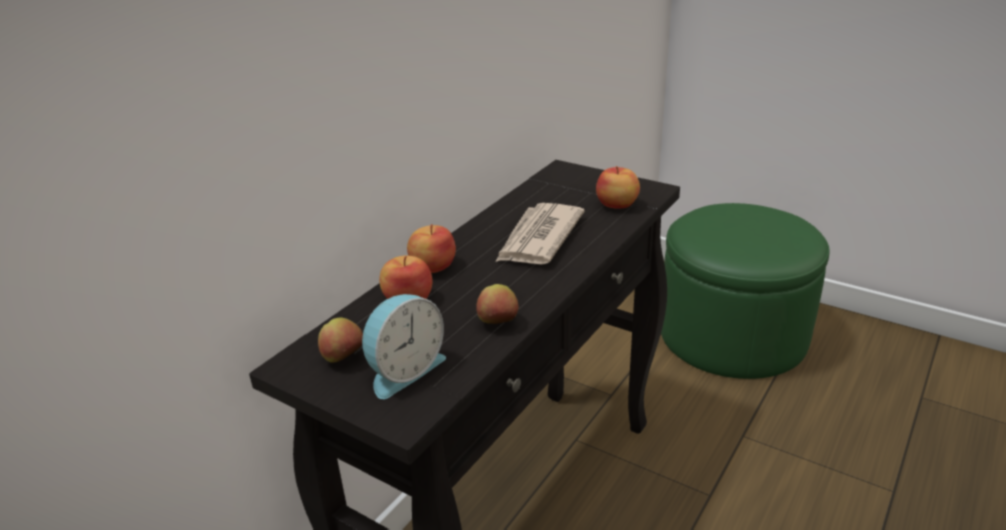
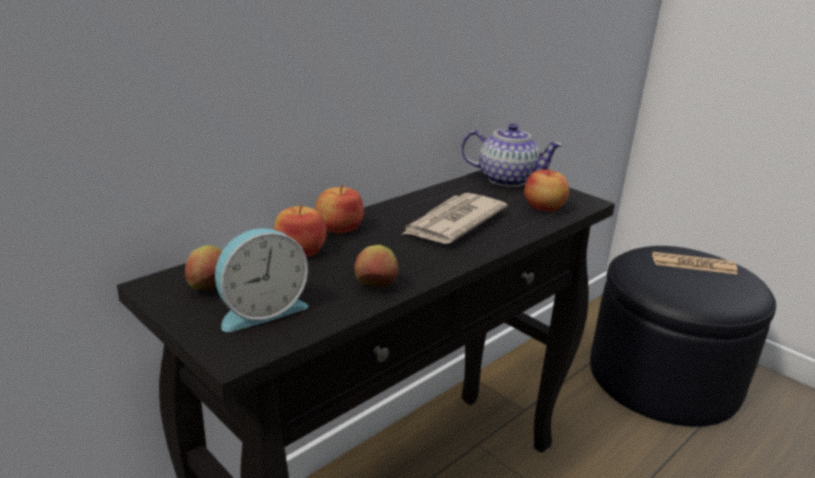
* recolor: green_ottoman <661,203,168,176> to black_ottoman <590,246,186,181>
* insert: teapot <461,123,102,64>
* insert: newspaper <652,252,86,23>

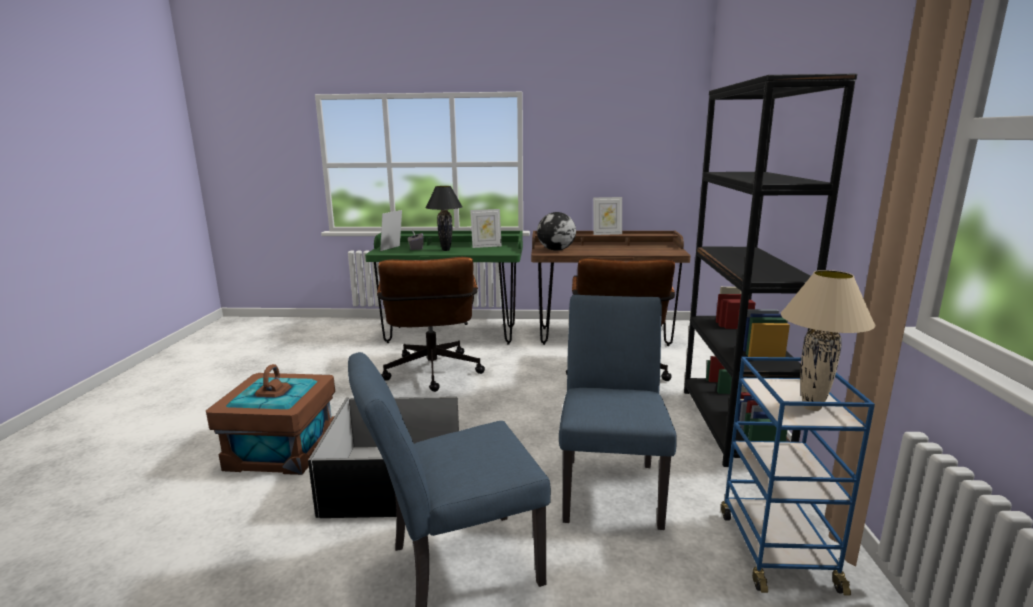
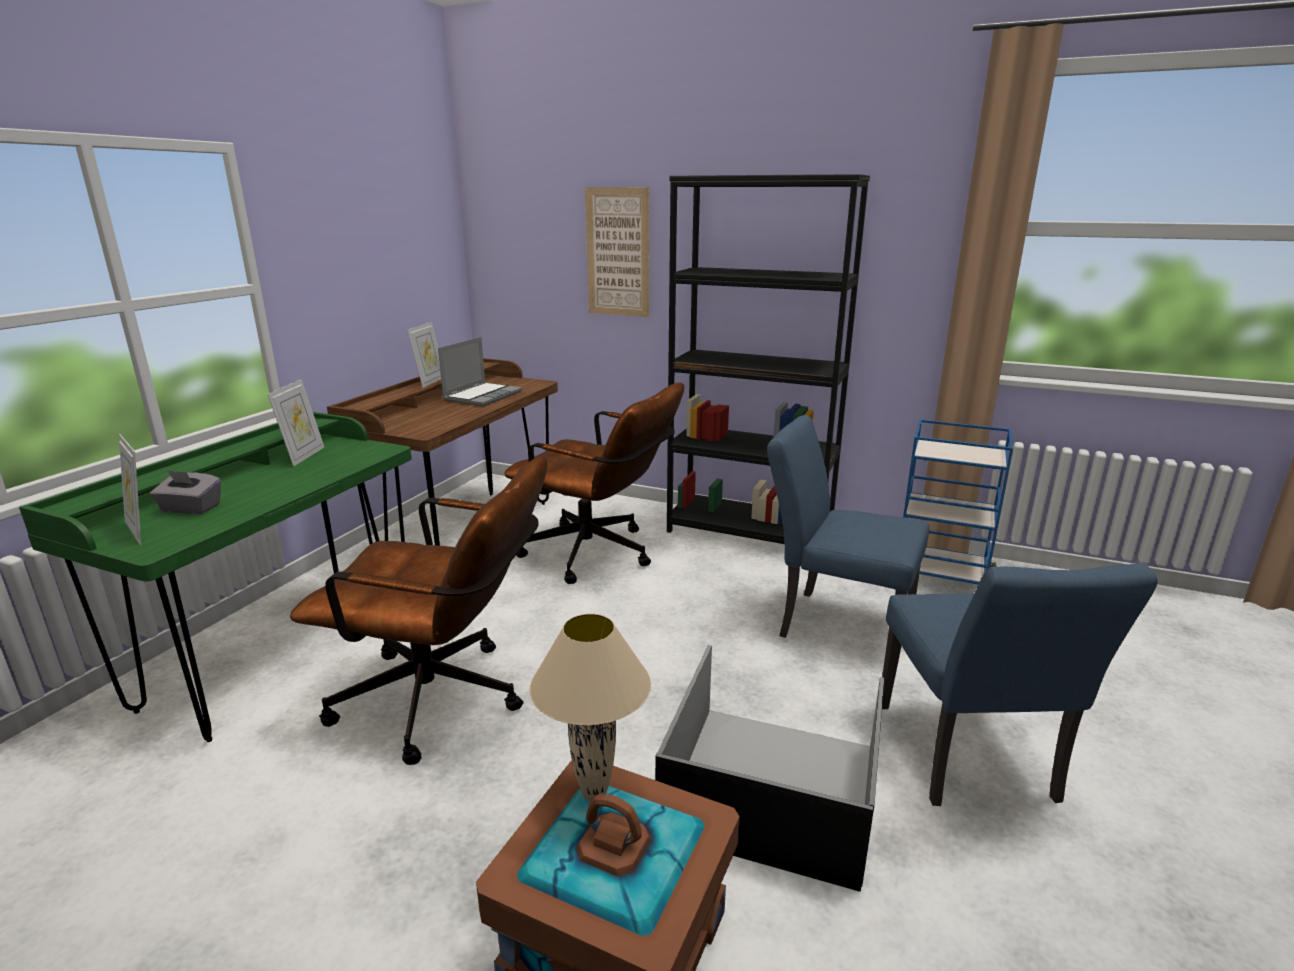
* delete: black_table_lamp <425,186,38,65>
* delete: globe <537,212,39,39>
* move: beige_table_lamp <781,270,94,141> to <530,613,121,189>
* insert: laptop <438,337,84,70>
* insert: picture <585,187,64,130>

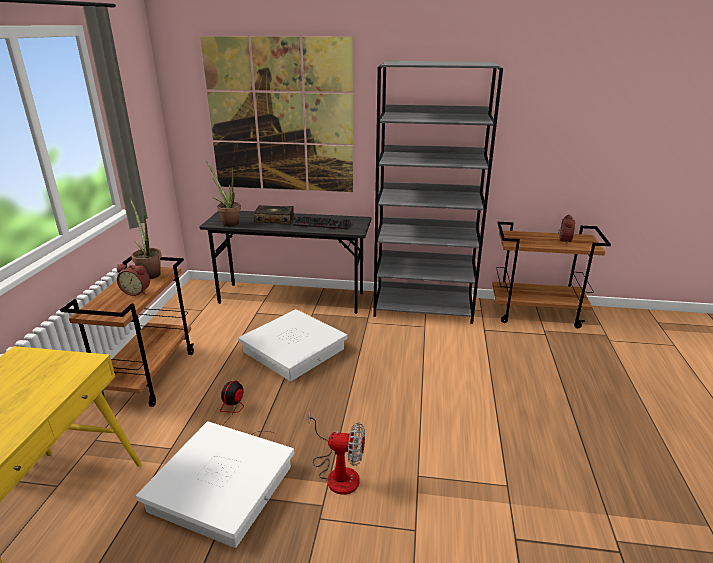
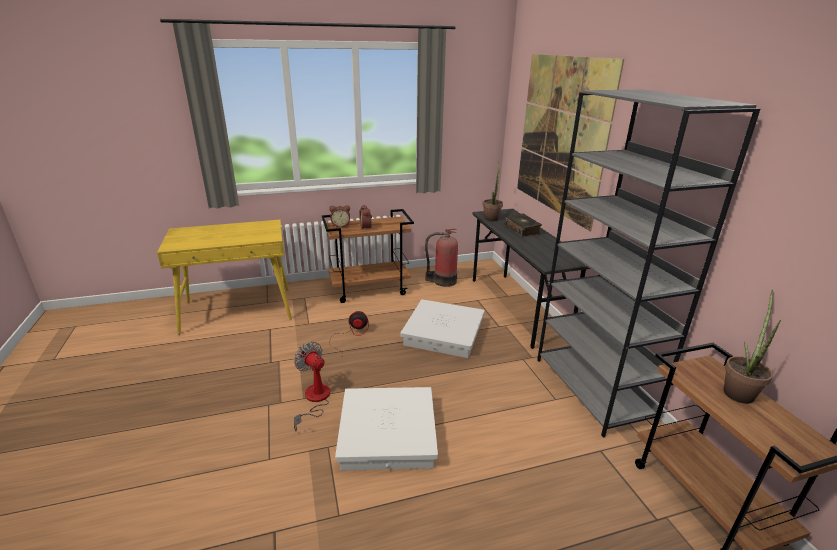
* move: potted_plant <130,198,32,81> to <724,289,57,115>
* move: white_storage_box <136,421,158,127> to <335,387,103,84>
* delete: keyboard <293,216,58,13>
* rotate: fan <308,412,57,83> = <294,342,36,89> 150 degrees clockwise
* move: alarm_clock <558,215,17,29> to <329,205,21,22>
* insert: fire_extinguisher <425,229,33,58>

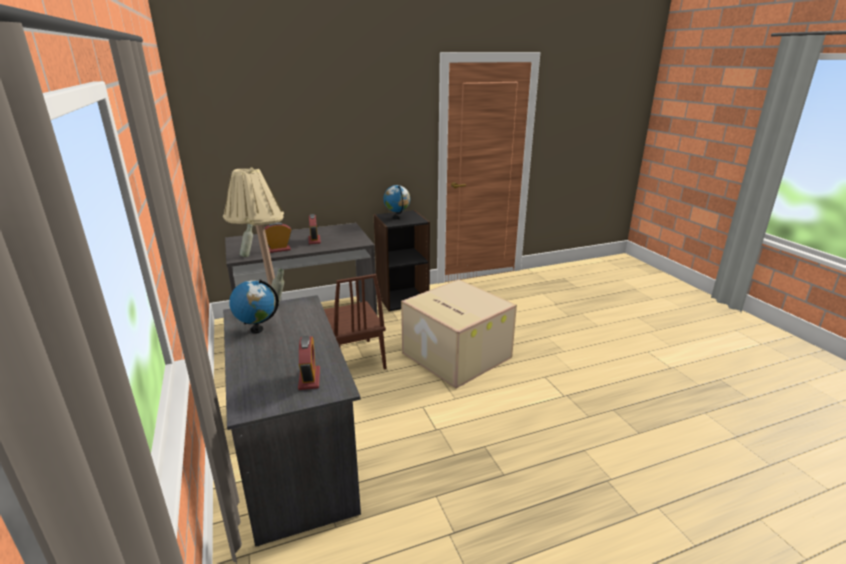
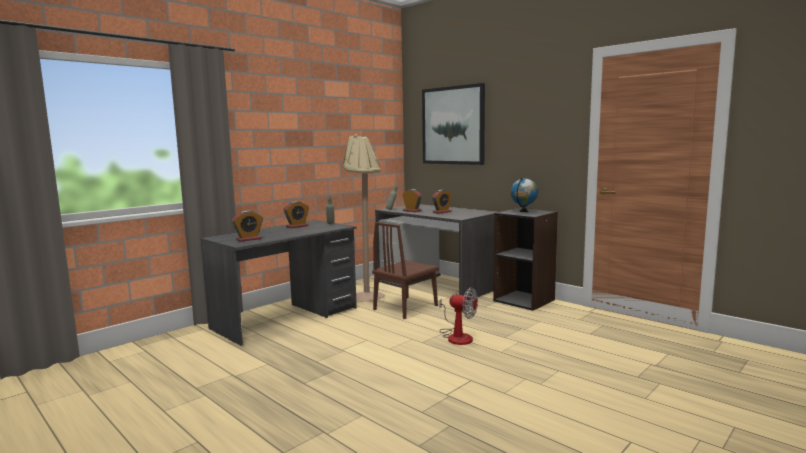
* replace: globe <229,279,50,55> to alarm_clock <283,201,26,27>
* replace: cardboard_box <401,279,116,110> to fan <440,287,38,58>
* insert: picture <422,83,63,82>

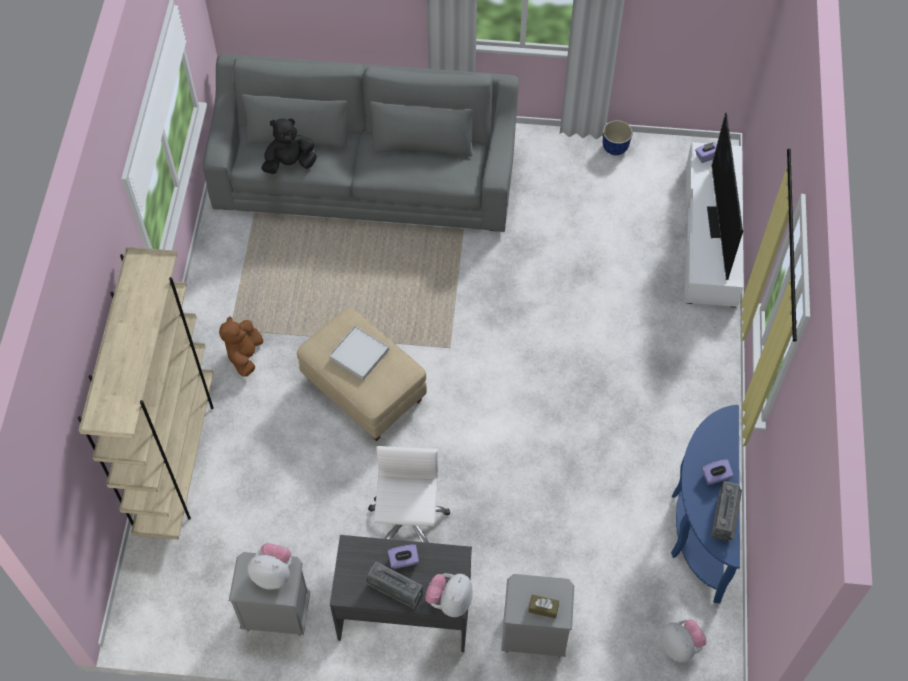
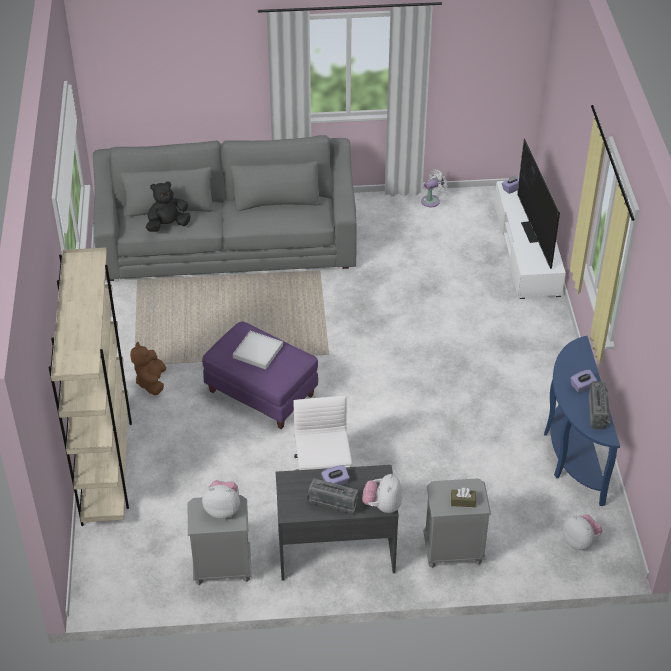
* recolor: beige_ottoman <297,307,130,134> to purple_ottoman <202,321,116,108>
* replace: planter <603,120,30,35> to white_fan <421,169,26,38>

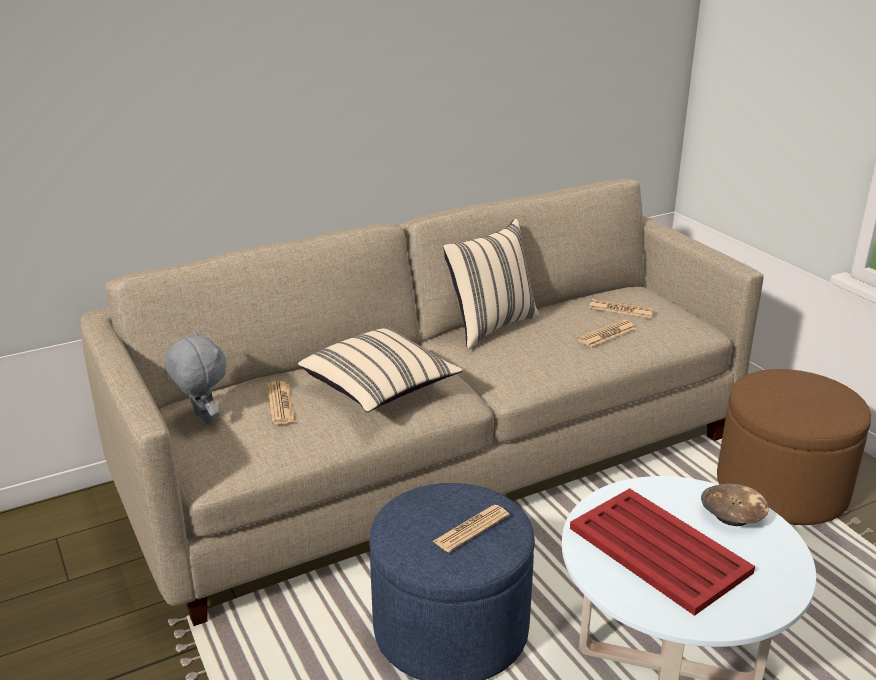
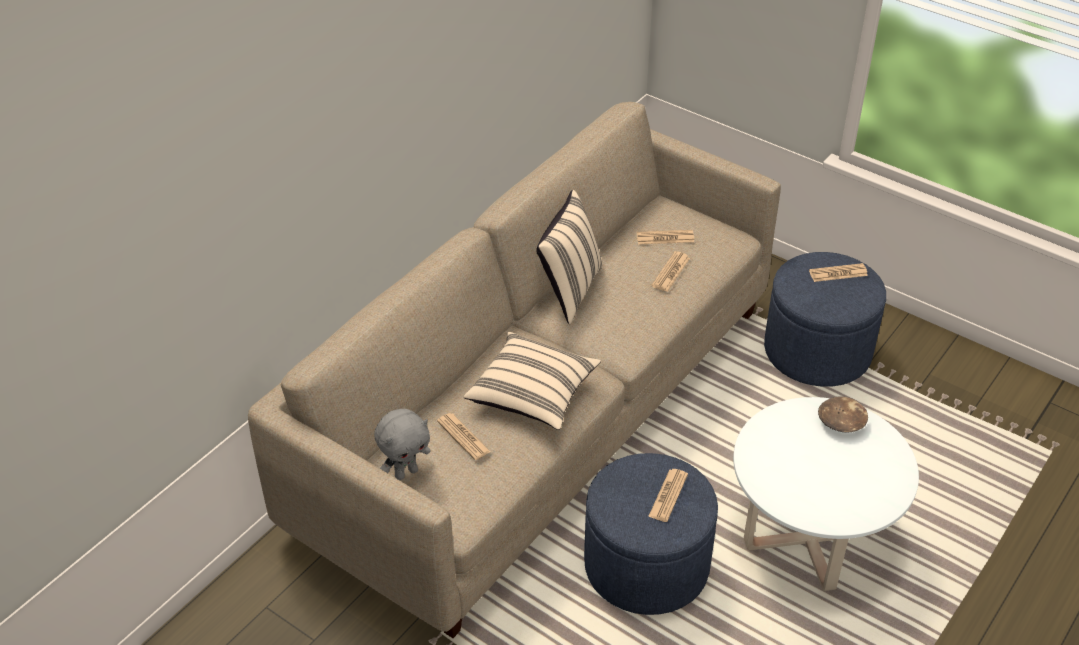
* rotate: grey_plush_toy <165,331,62,93> = <374,409,56,71> 120 degrees clockwise
* delete: red_tray <570,488,185,128>
* recolor: brown_ottoman <717,369,154,156> to blue_ottoman <764,252,122,135>
* insert: newspaper <809,263,59,19>

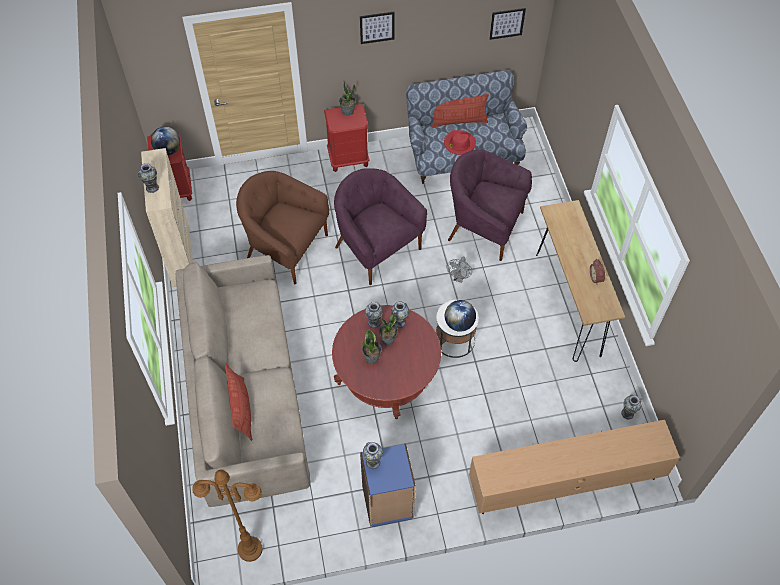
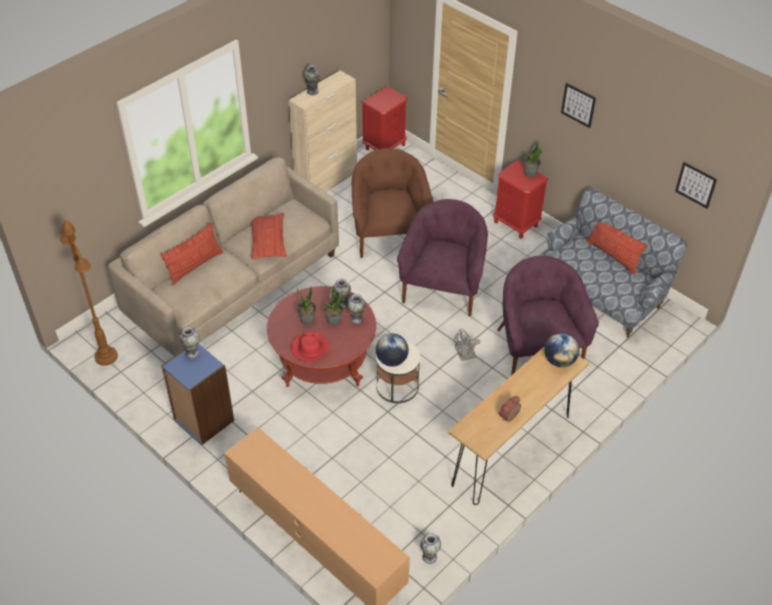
* move: globe <151,126,29,29> to <544,333,35,34>
* move: red_hat <444,130,32,25> to <291,332,38,30>
* insert: pillow <251,213,36,46>

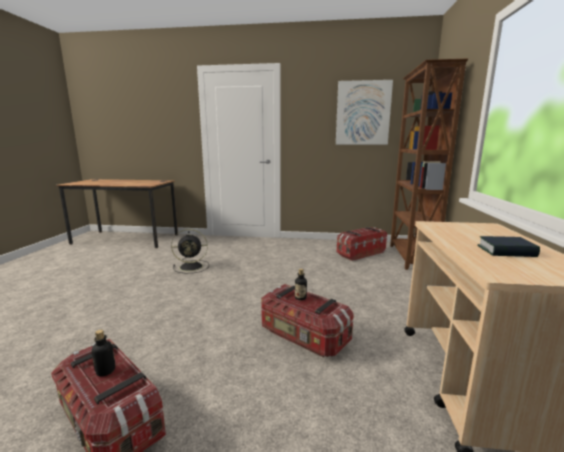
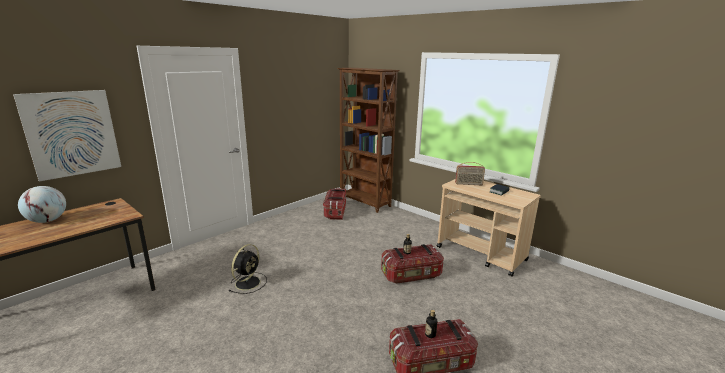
* move: picture <336,80,57,65> to <13,90,108,91>
* insert: globe <18,186,48,37>
* insert: radio <455,162,30,23>

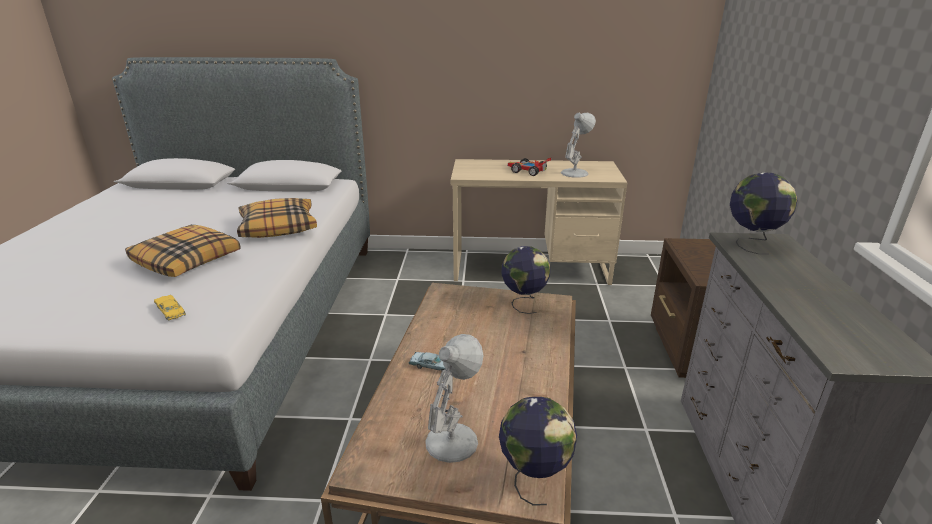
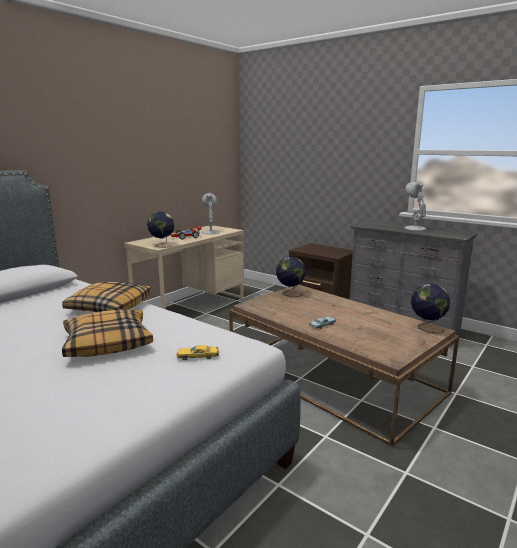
* move: white_table_lamp <425,334,58,129> to <404,181,22,50>
* move: globe <730,173,67,81> to <147,211,28,37>

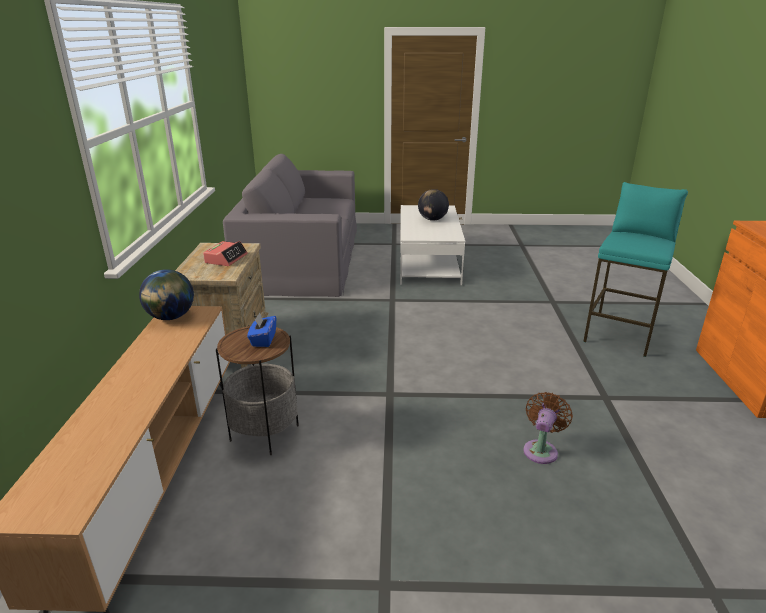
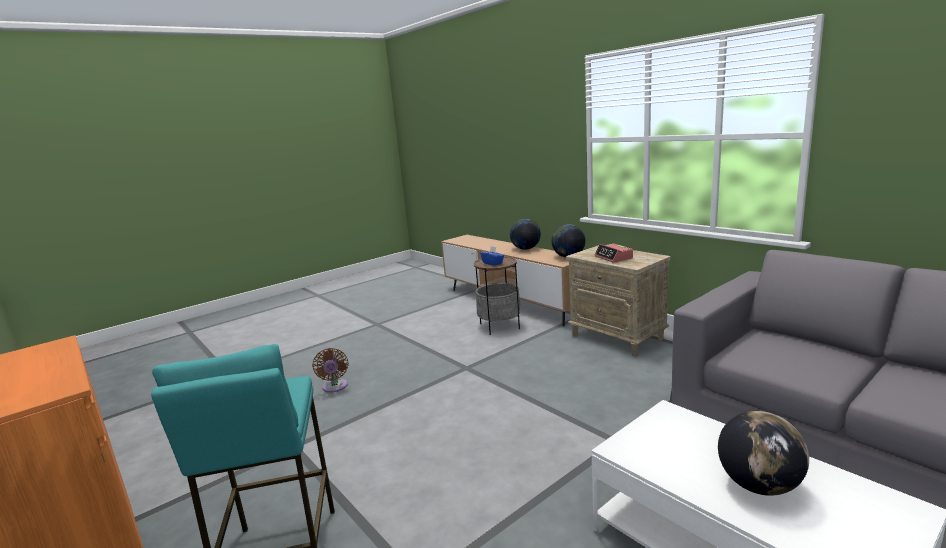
* insert: globe <510,219,31,31>

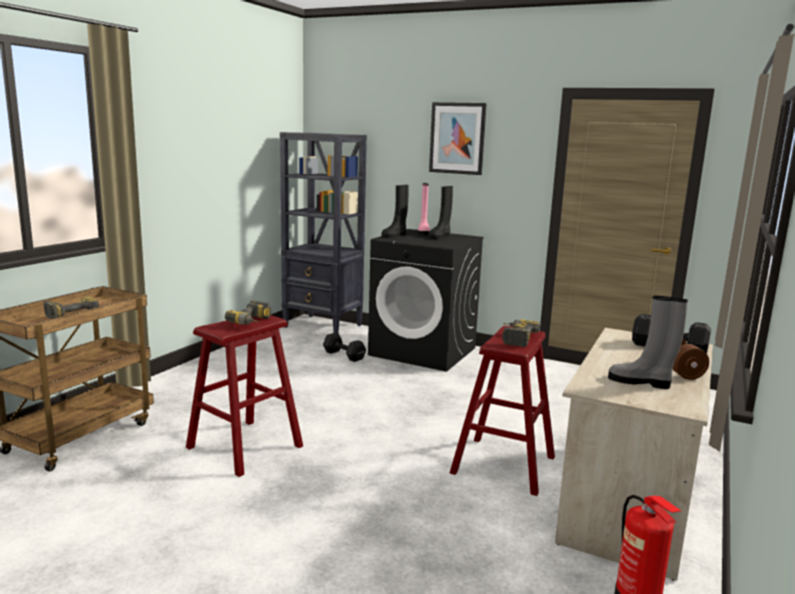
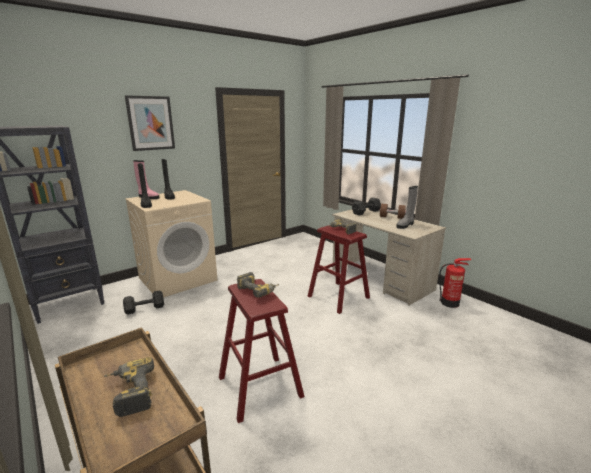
* recolor: black_washing_machine <368,229,116,143> to beige_washing_machine <125,190,92,108>

